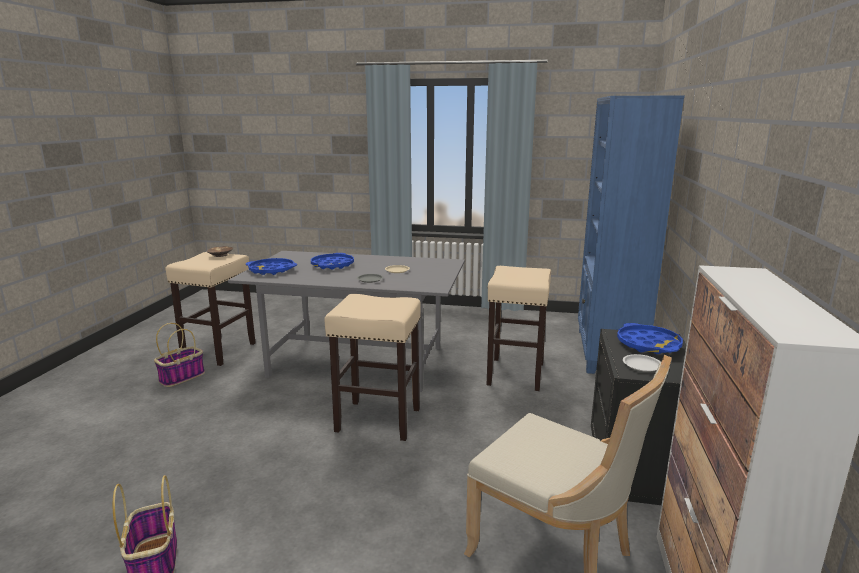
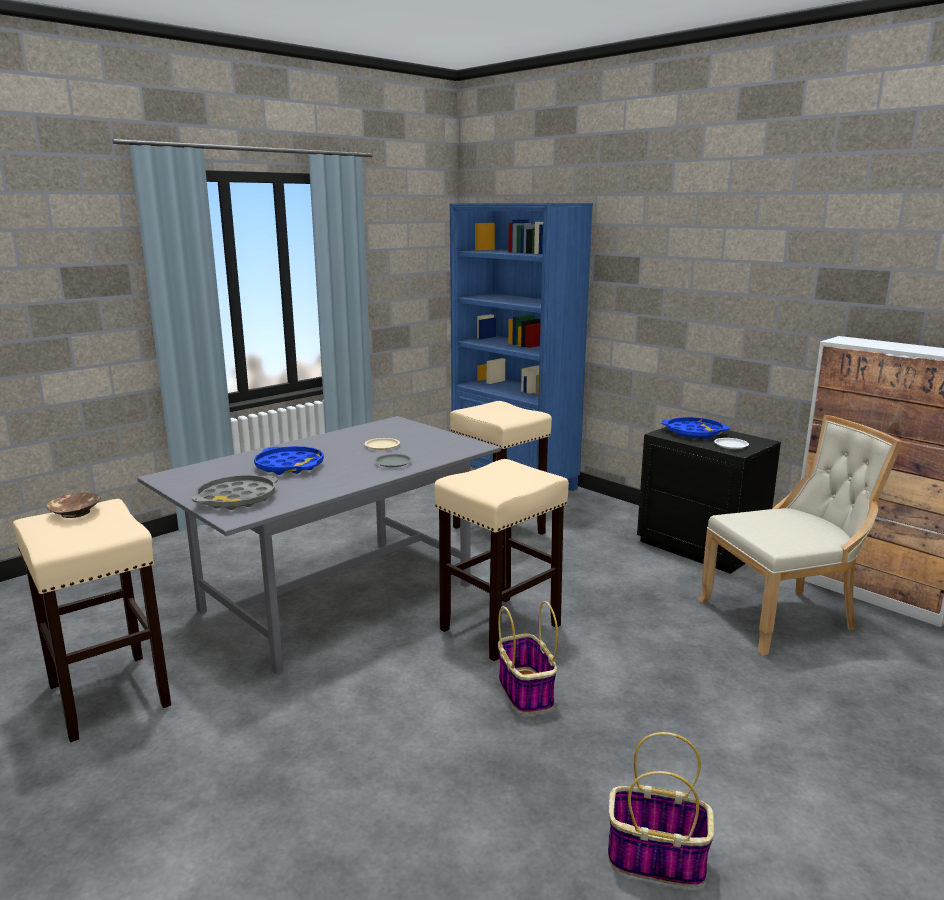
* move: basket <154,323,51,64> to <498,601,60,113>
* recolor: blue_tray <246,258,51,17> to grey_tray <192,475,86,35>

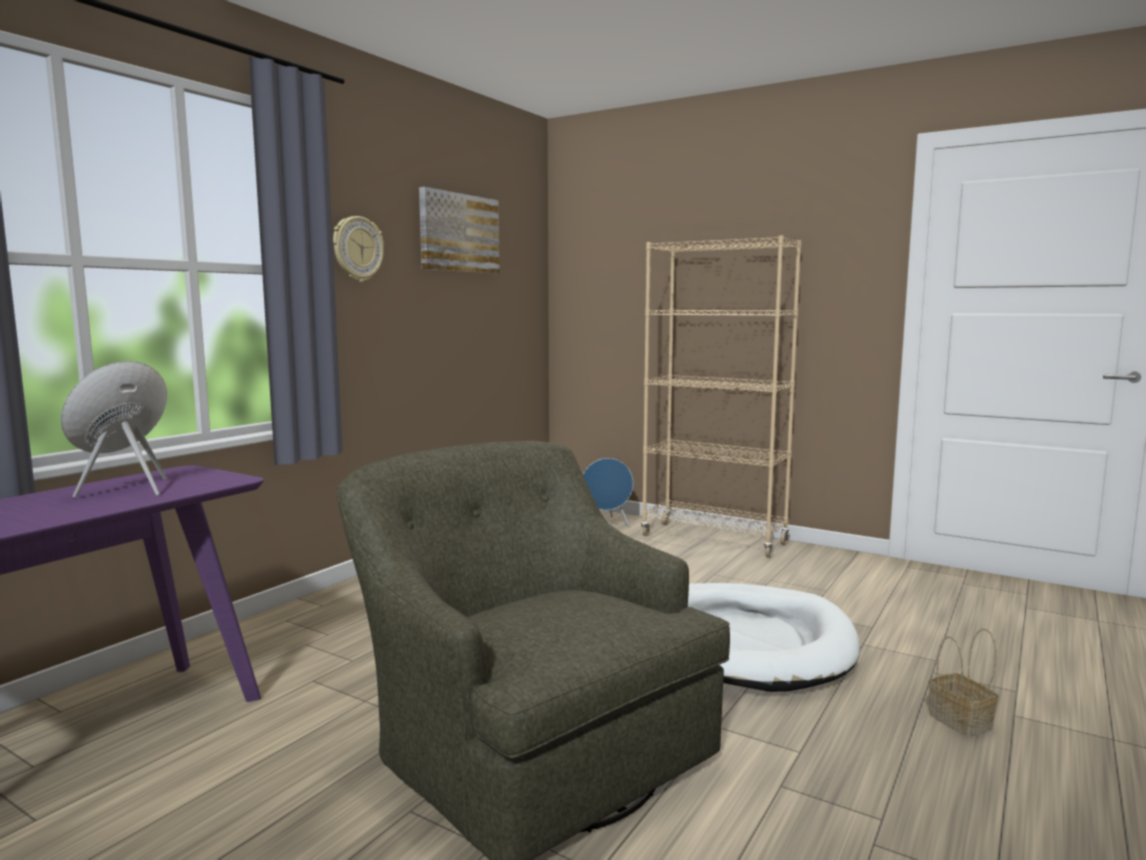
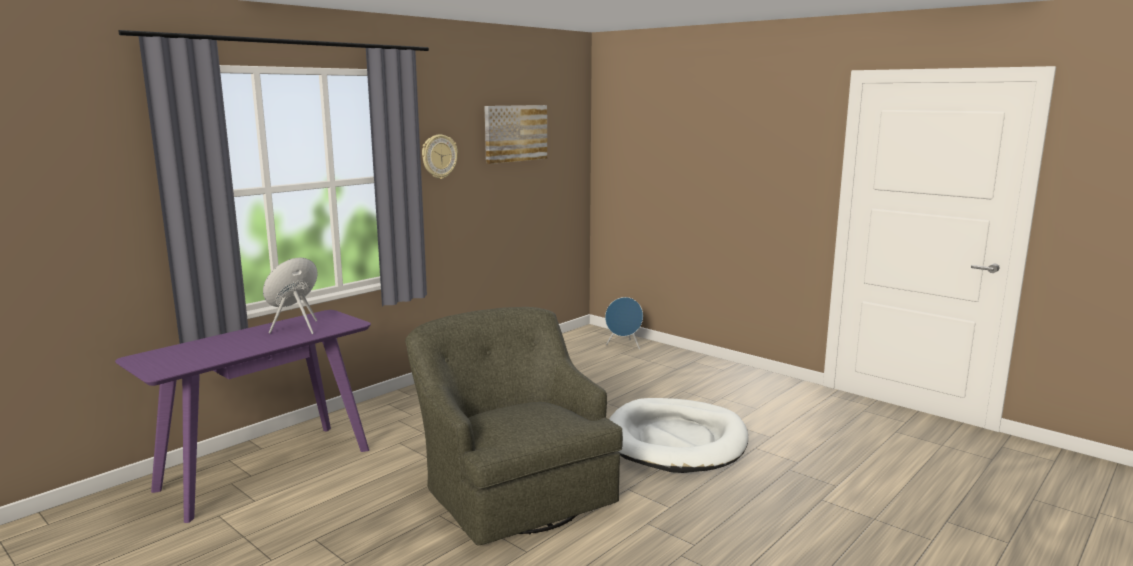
* delete: beige_bookcase <641,236,161,322>
* delete: basket <929,628,69,109>

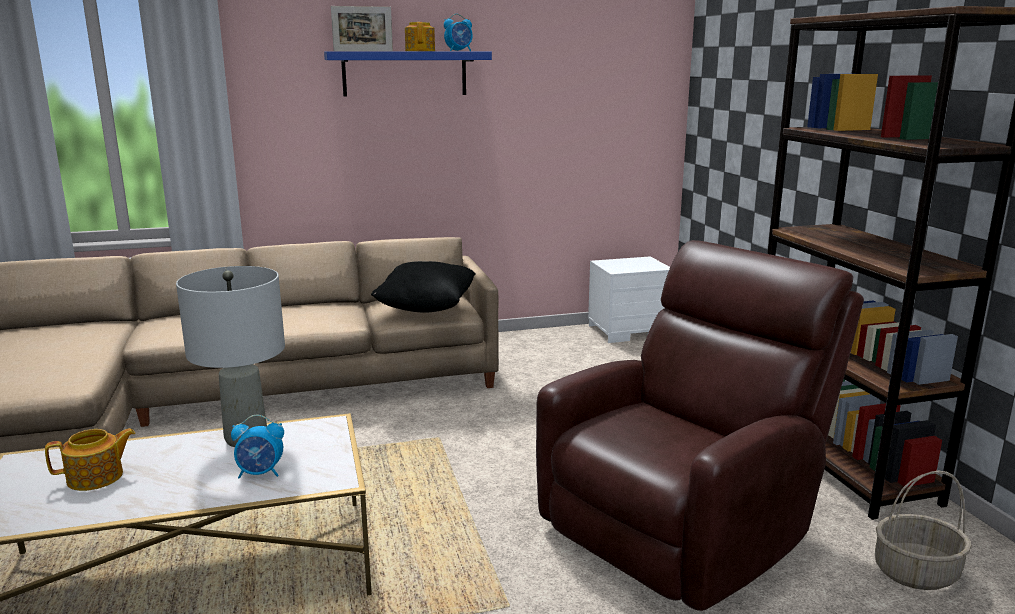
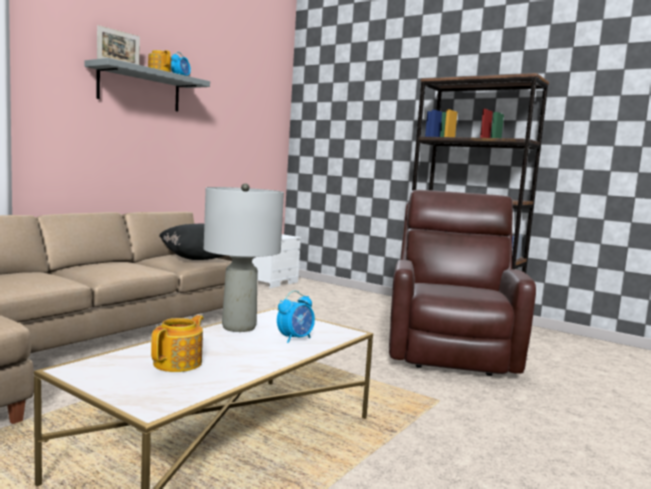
* recolor: blue_shelf <324,51,168,46> to grey_shelf <85,58,125,53>
* delete: basket <875,471,97,119>

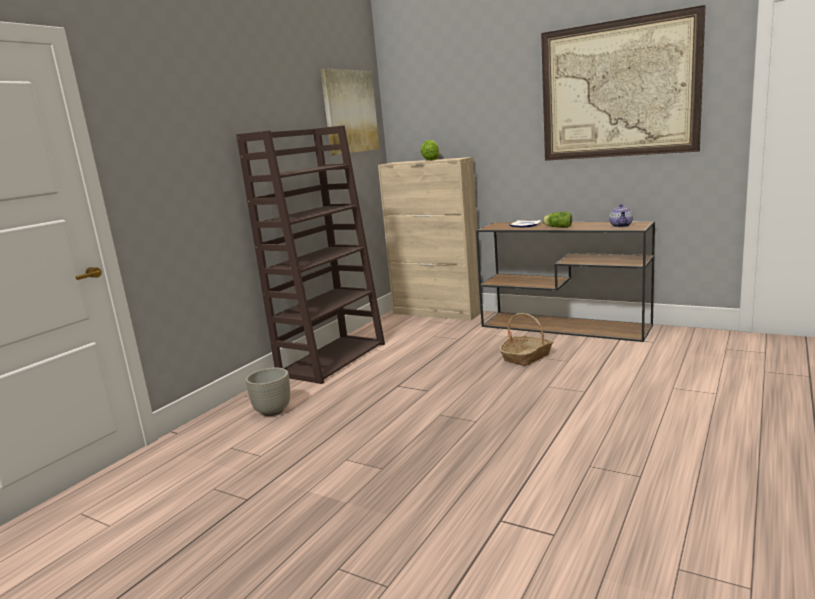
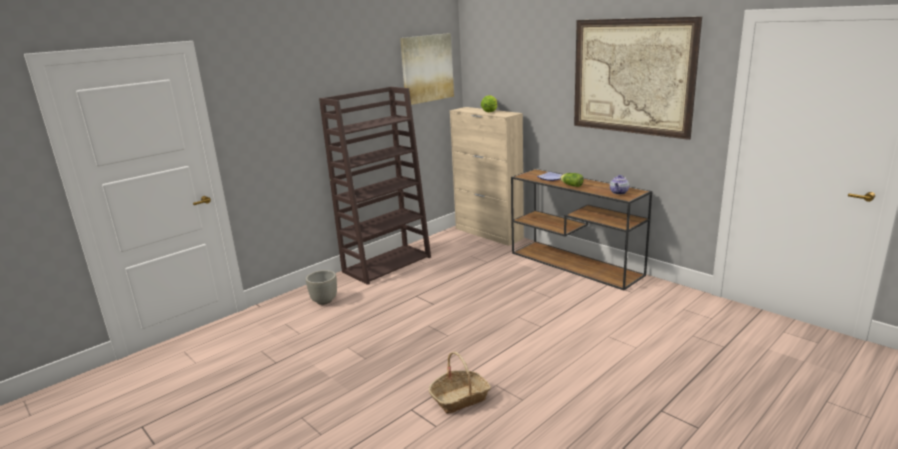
* move: basket <499,313,54,53> to <429,352,62,62>

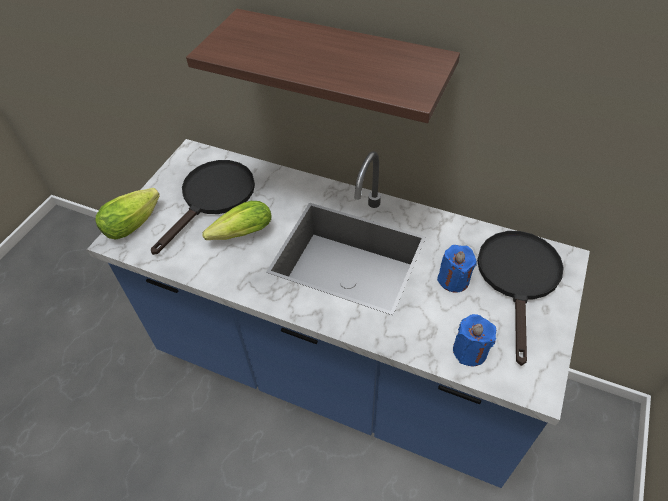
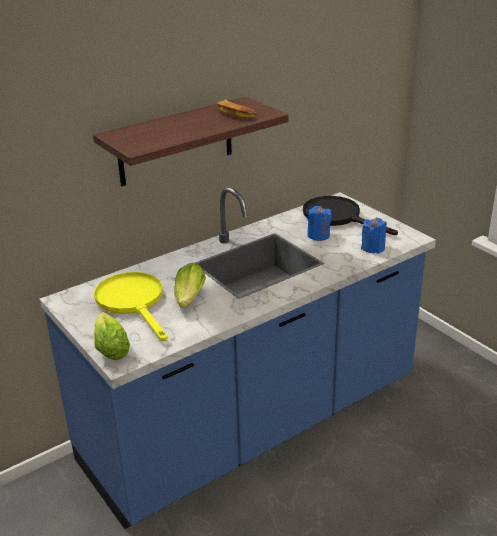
* recolor: black_frying_pan <151,160,104,95> to yellow_frying_pan <94,272,74,69>
* insert: banana <217,99,39,19>

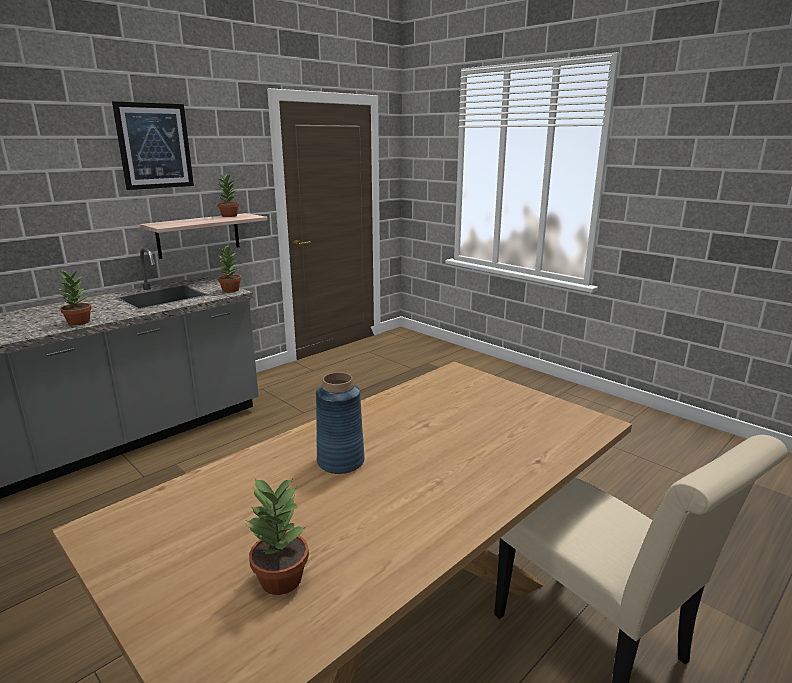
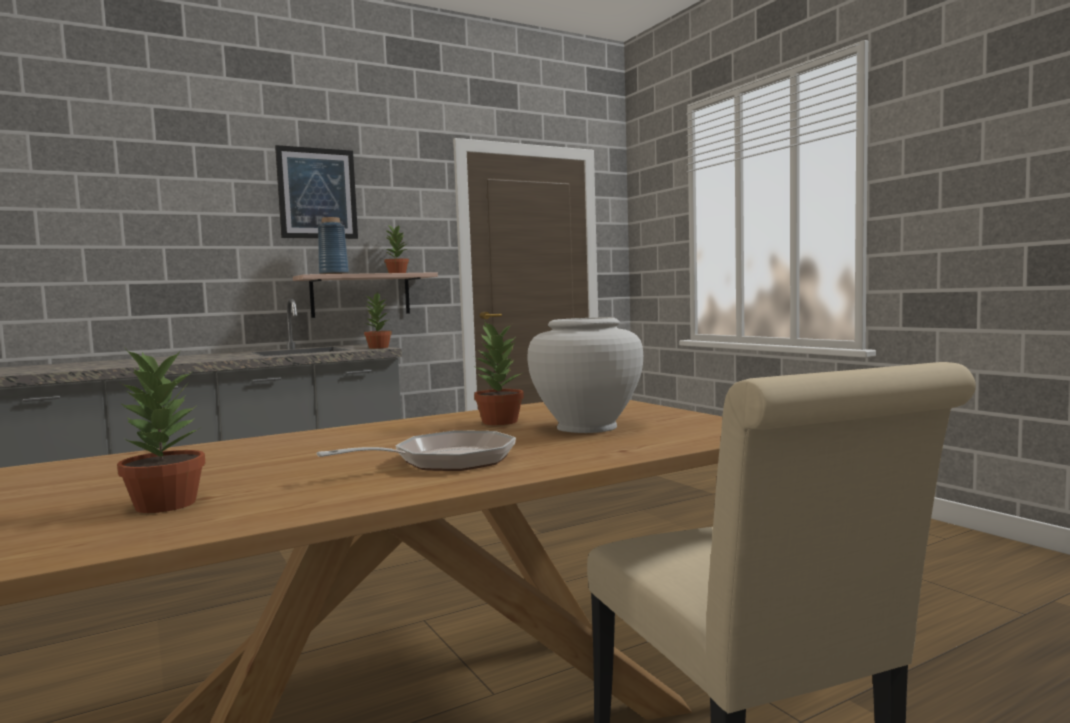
* move: potted_plant <57,269,35,57> to <474,321,50,104>
* move: blue_vase <316,373,49,101> to <318,217,31,57>
* insert: frying_pan <317,431,199,40>
* insert: white_vase <528,317,115,116>

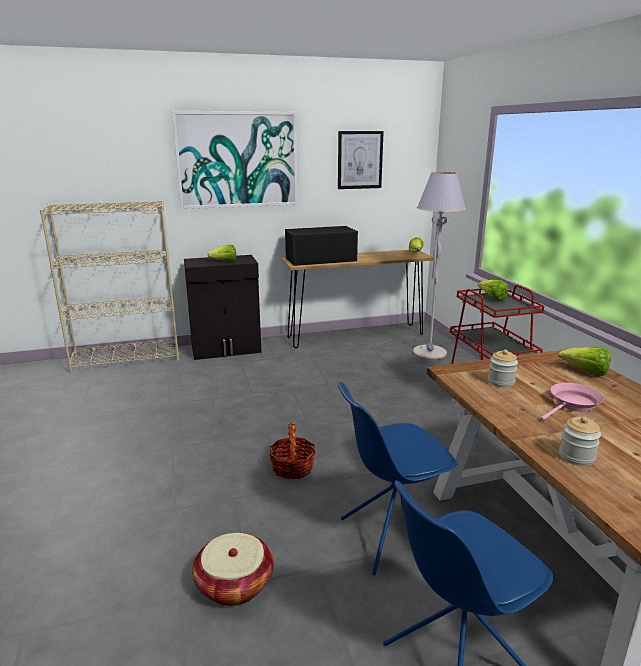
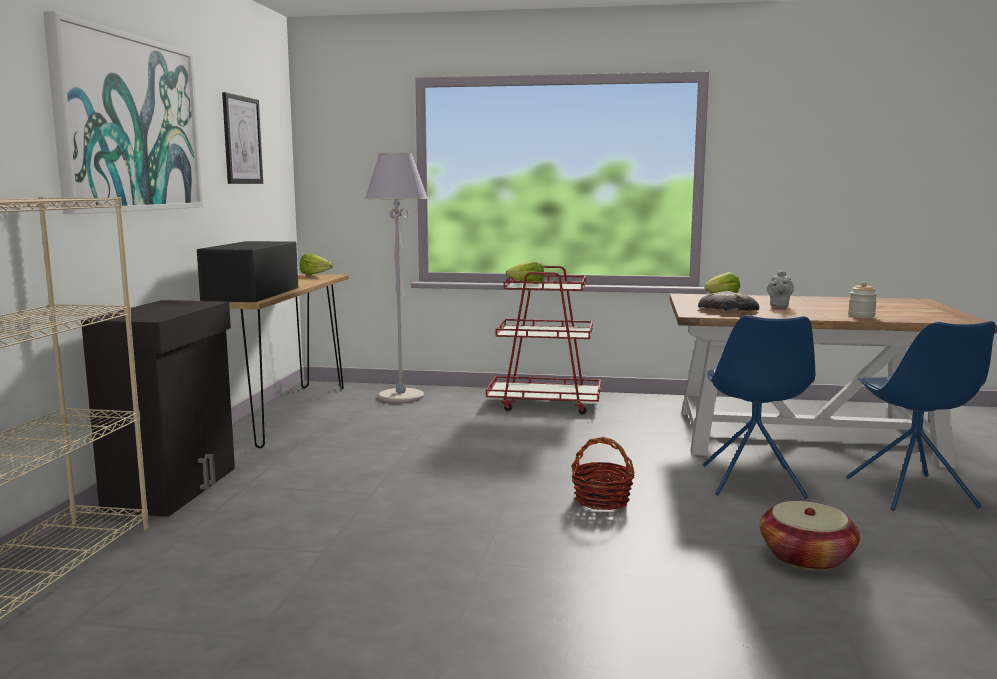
* delete: lettuce <208,245,28,17>
* replace: jar <488,349,30,38> to bread <698,291,61,20>
* replace: pink_frying_pan <540,383,64,38> to grey_teapot <767,270,27,38>

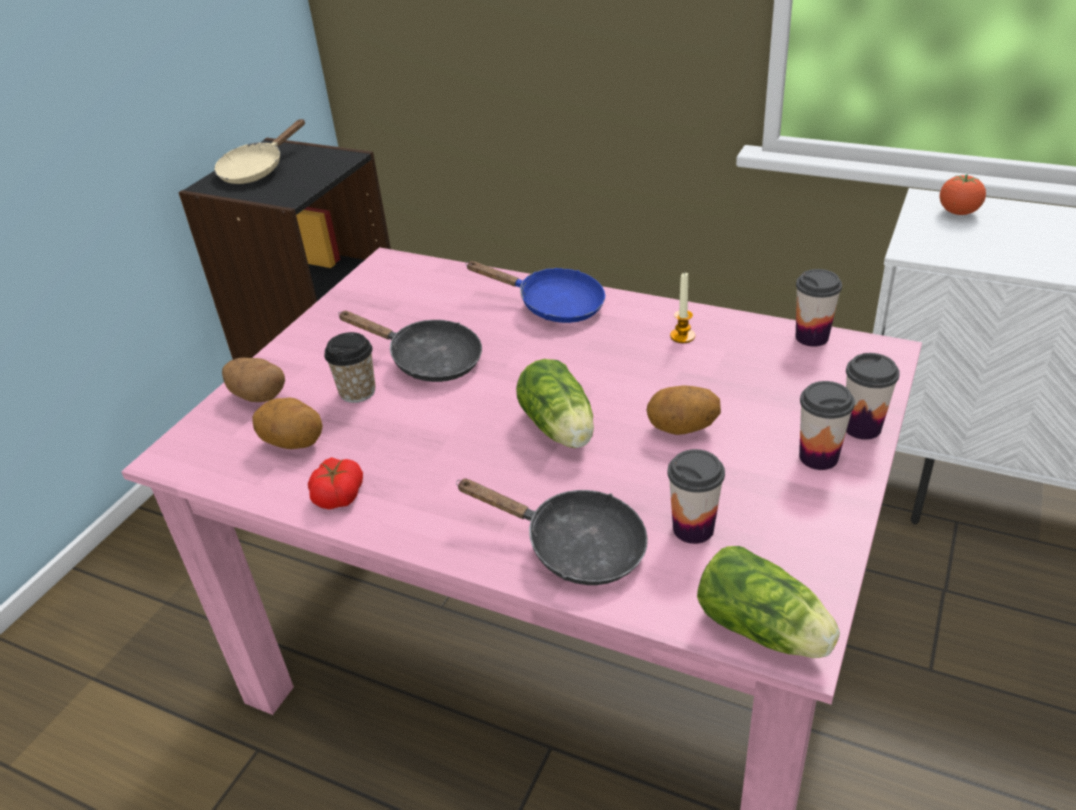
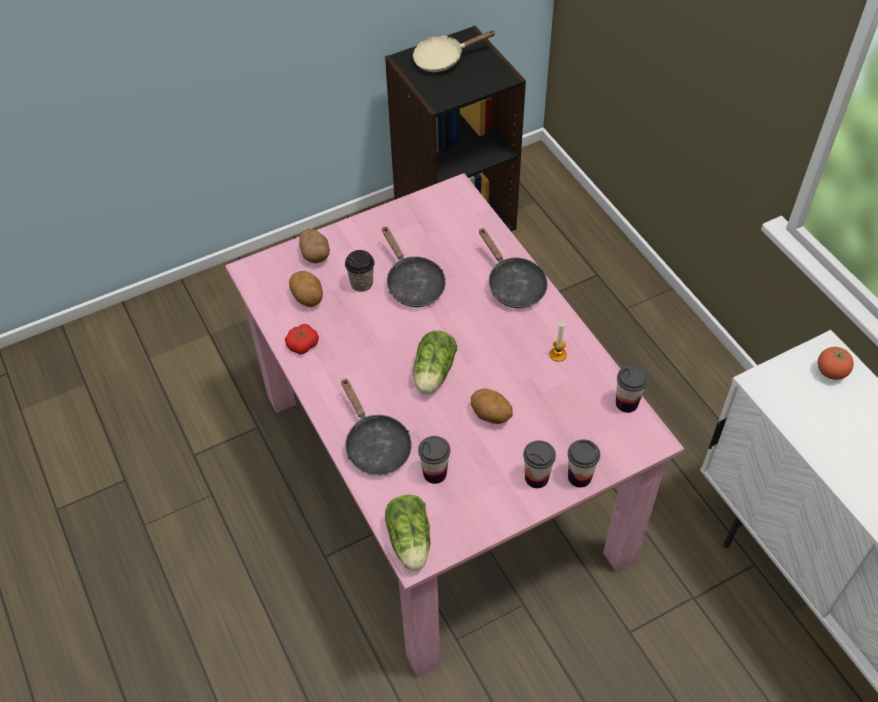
* recolor: blue_frying_pan <465,261,140,62> to black_frying_pan <479,228,69,80>

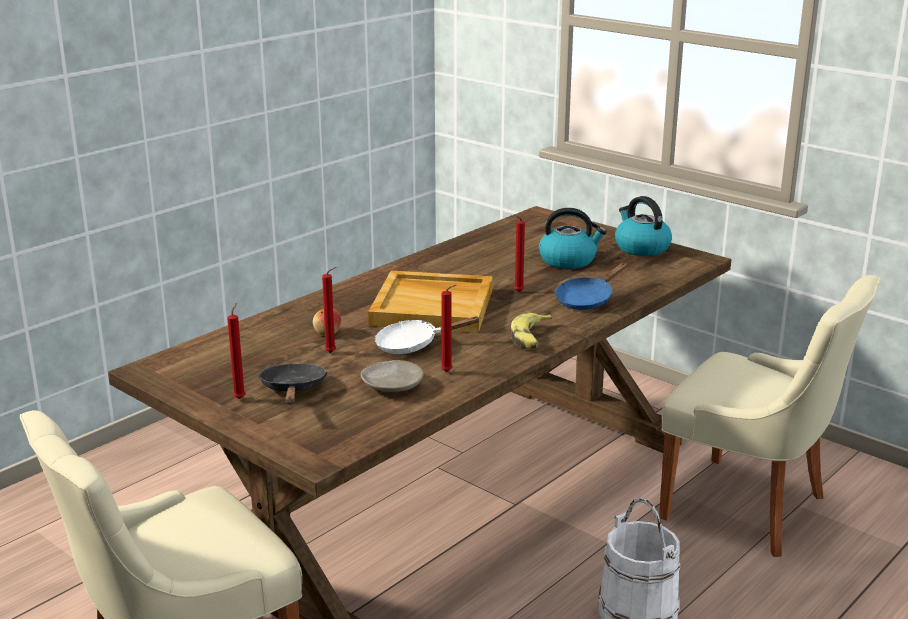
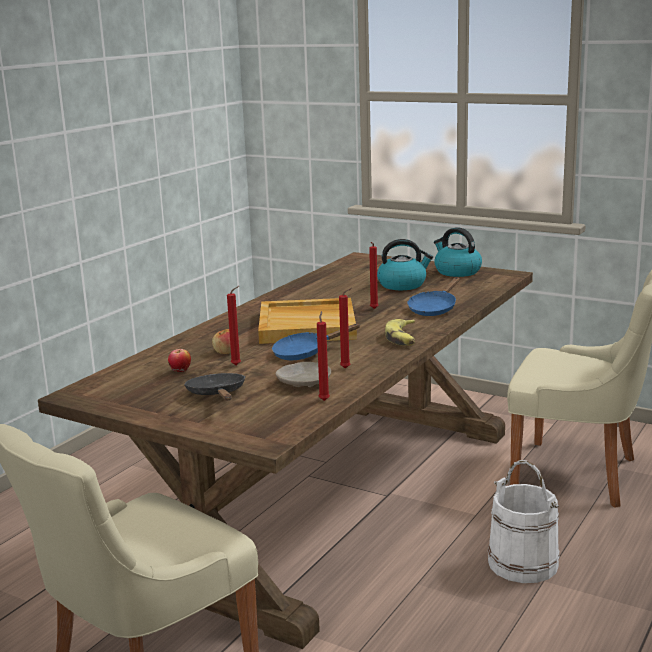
* move: red_candle <227,303,19,96> to <317,311,13,90>
* recolor: white_frying_pan <374,316,106,38> to blue_frying_pan <272,323,89,37>
* insert: apple <168,349,23,23>

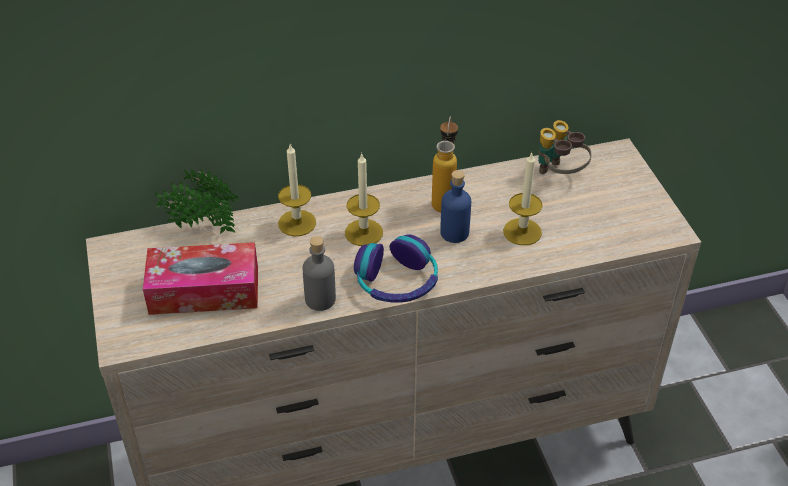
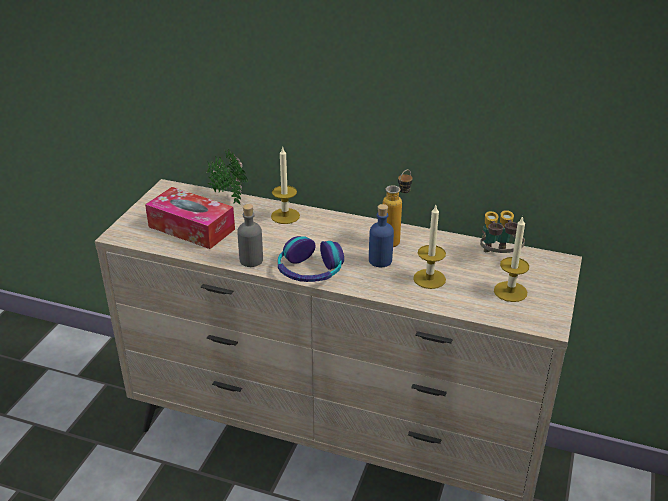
* move: candle <345,154,38,92> to <494,216,35,86>

